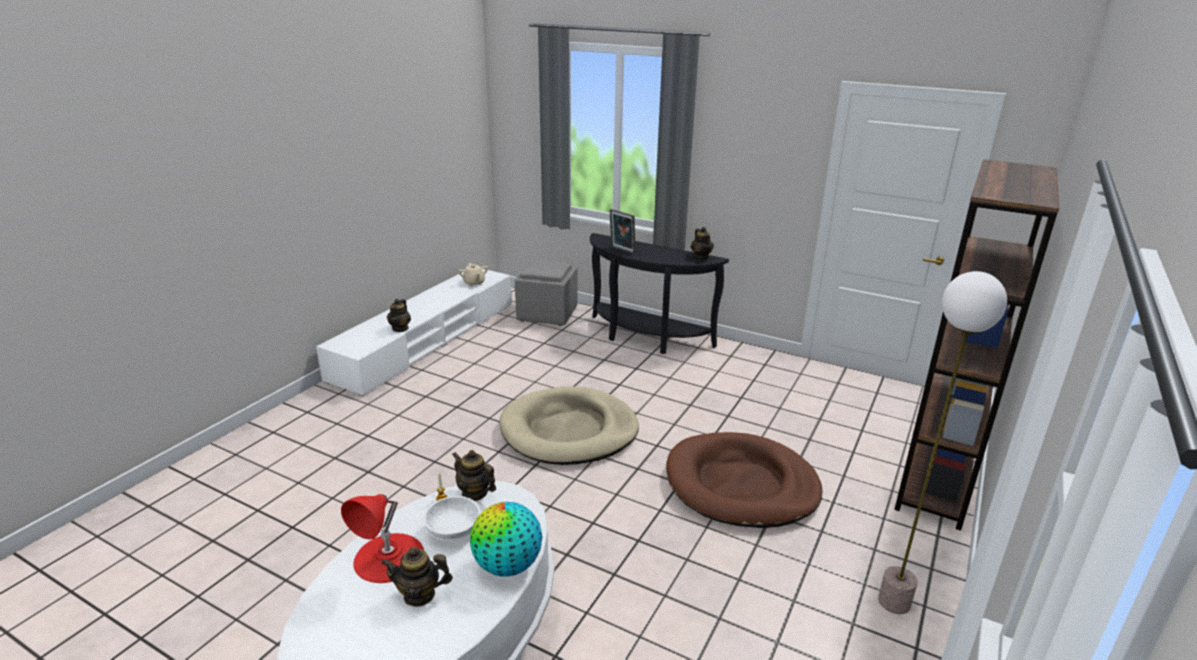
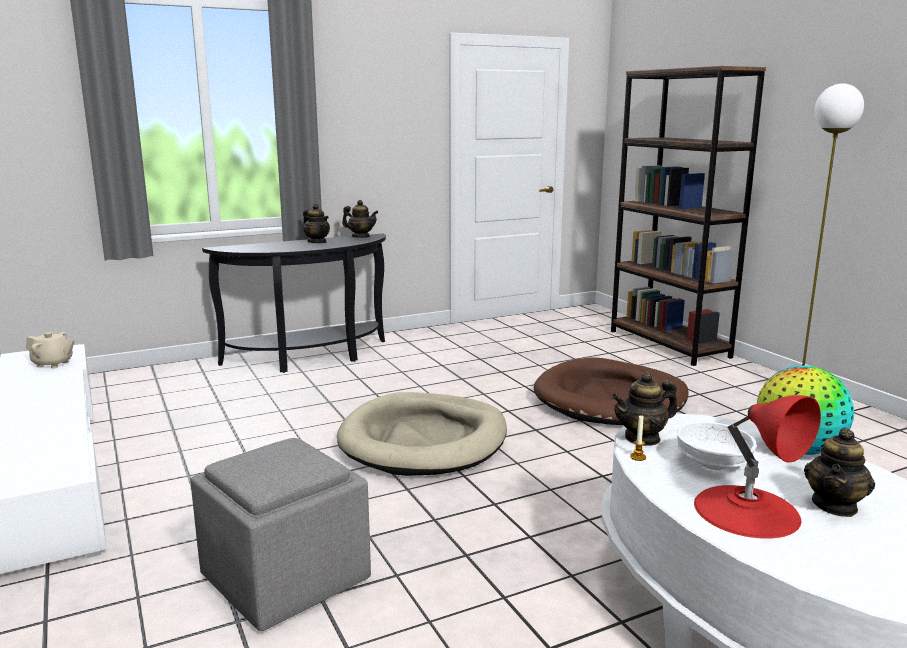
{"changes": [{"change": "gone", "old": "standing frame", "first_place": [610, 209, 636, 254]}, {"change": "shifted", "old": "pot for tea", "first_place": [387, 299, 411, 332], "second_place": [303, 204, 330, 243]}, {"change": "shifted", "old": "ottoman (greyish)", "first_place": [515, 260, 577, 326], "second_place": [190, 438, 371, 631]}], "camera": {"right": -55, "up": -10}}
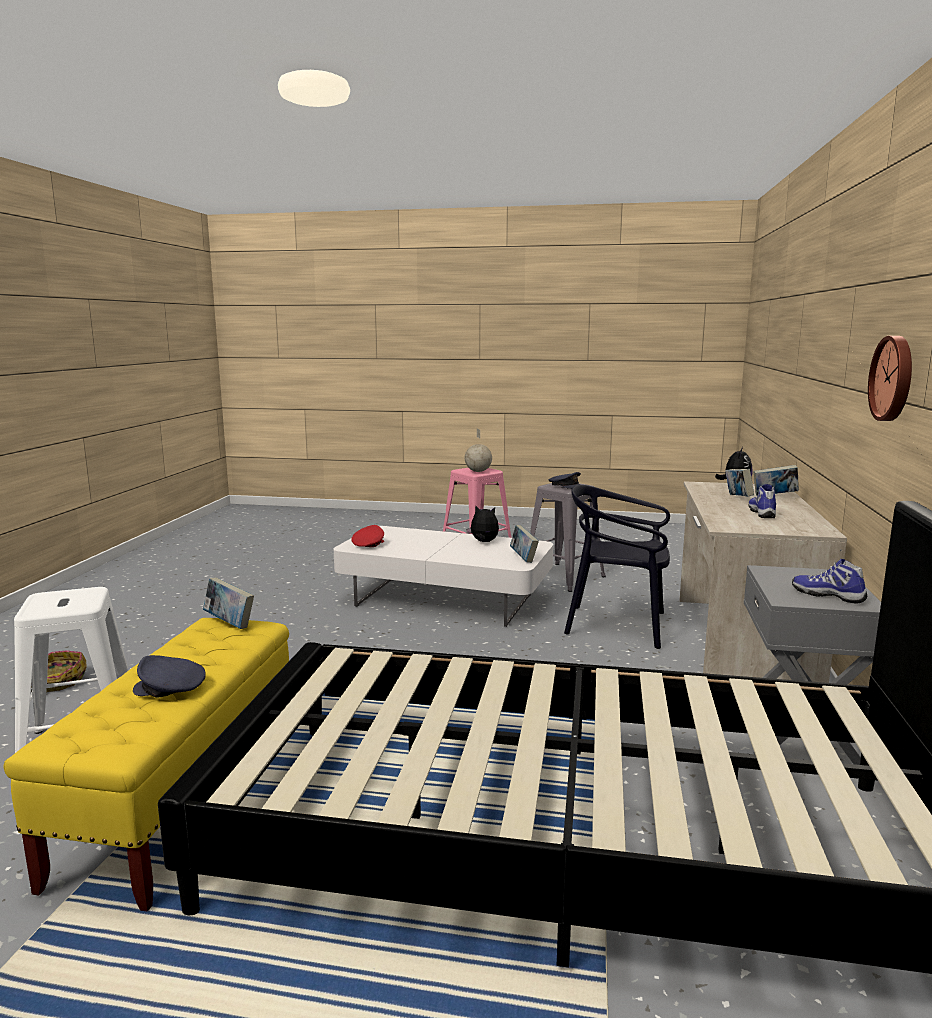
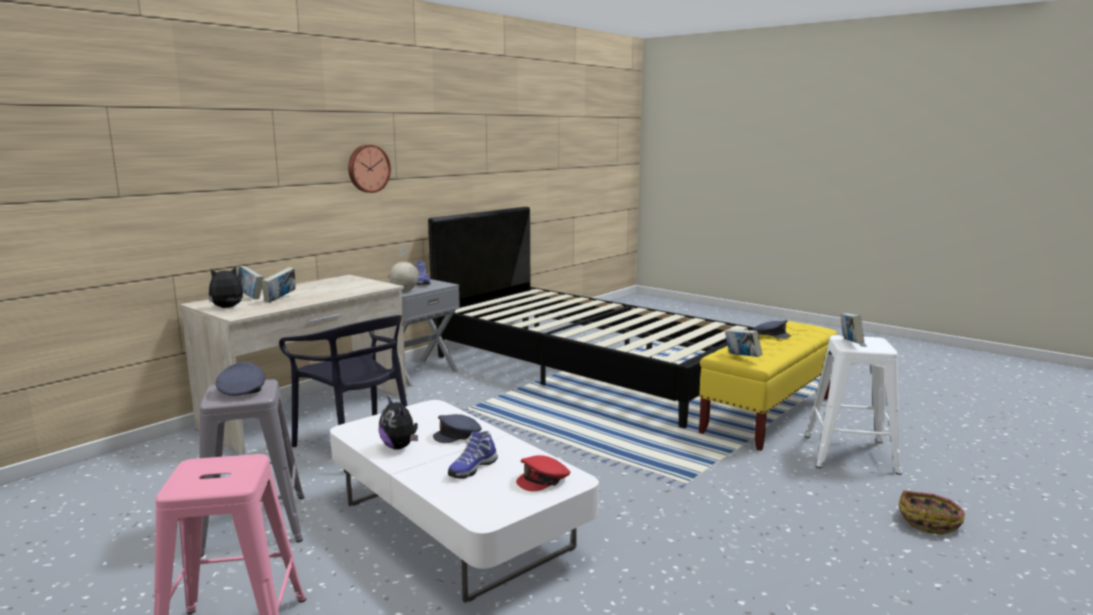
{"changes": [{"change": "new", "new": "peaked cap (greyish)", "second_place": [433, 414, 482, 443]}, {"change": "shifted", "old": "globe", "first_place": [465, 428, 492, 472], "second_place": [389, 245, 419, 291]}, {"change": "shifted", "old": "volume", "first_place": [510, 525, 539, 563], "second_place": [840, 313, 864, 343]}, {"change": "shifted", "old": "shoe", "first_place": [749, 484, 776, 518], "second_place": [448, 431, 498, 479]}], "camera": {"right": -150, "up": 0}}
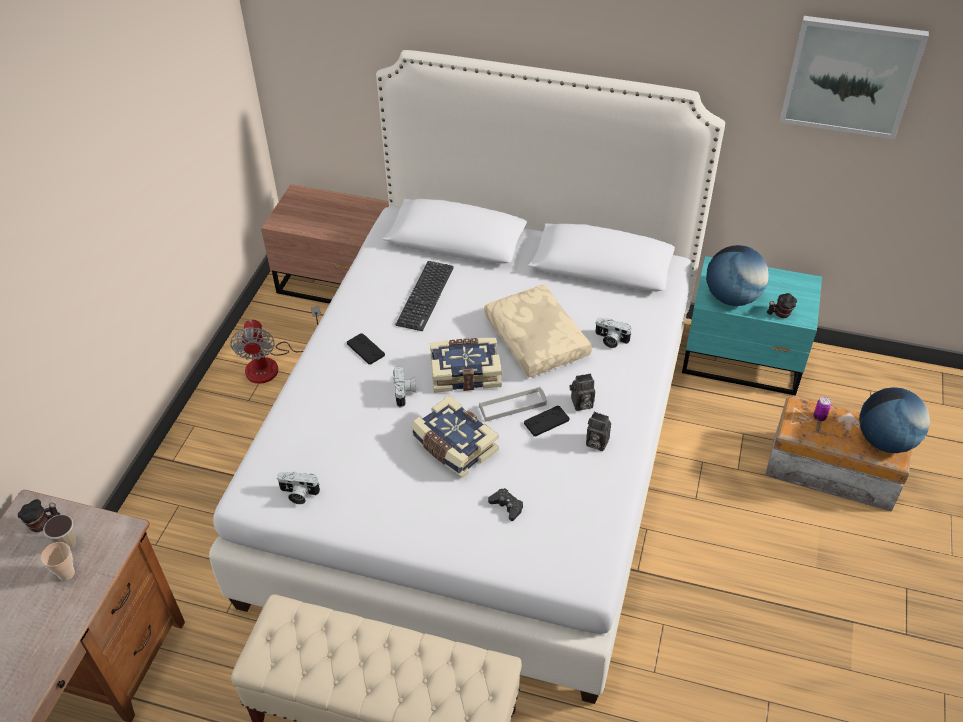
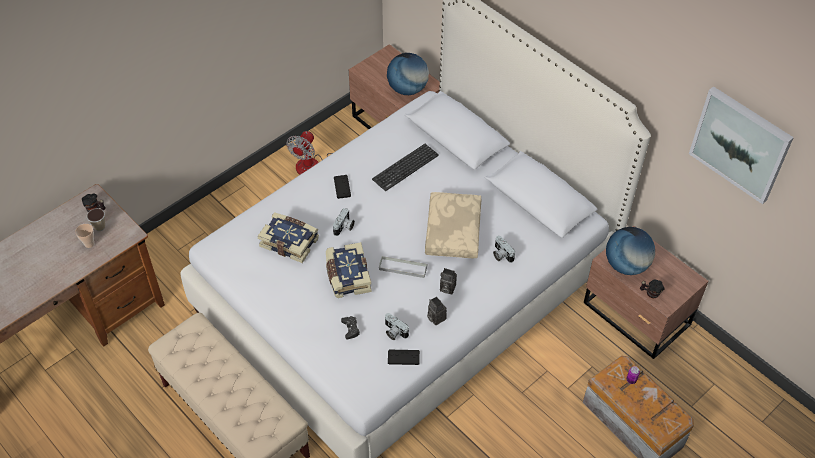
{"changes": [{"change": "shifted", "old": "still camera", "first_place": [277, 472, 320, 504], "second_place": [385, 313, 409, 340]}, {"change": "shifted", "old": "volume", "first_place": [430, 338, 502, 393], "second_place": [258, 212, 319, 263]}, {"change": "shifted", "old": "joypad (black-coloured)", "first_place": [524, 405, 569, 437], "second_place": [388, 350, 420, 365]}, {"change": "shifted", "old": "globe", "first_place": [859, 387, 930, 453], "second_place": [387, 53, 429, 95]}, {"change": "repainted", "old": "night table (turquoise-coloured)", "new": "night table (brown)", "first_place": [682, 256, 822, 396], "second_place": [584, 226, 709, 359]}], "camera": {"right": 30, "up": 5}}
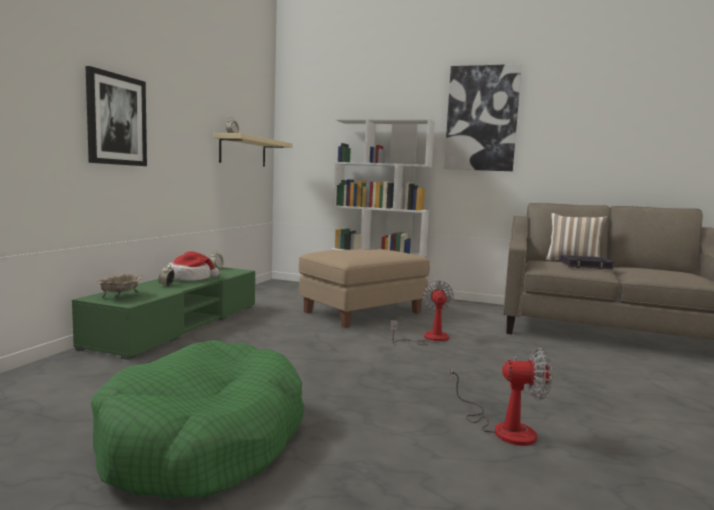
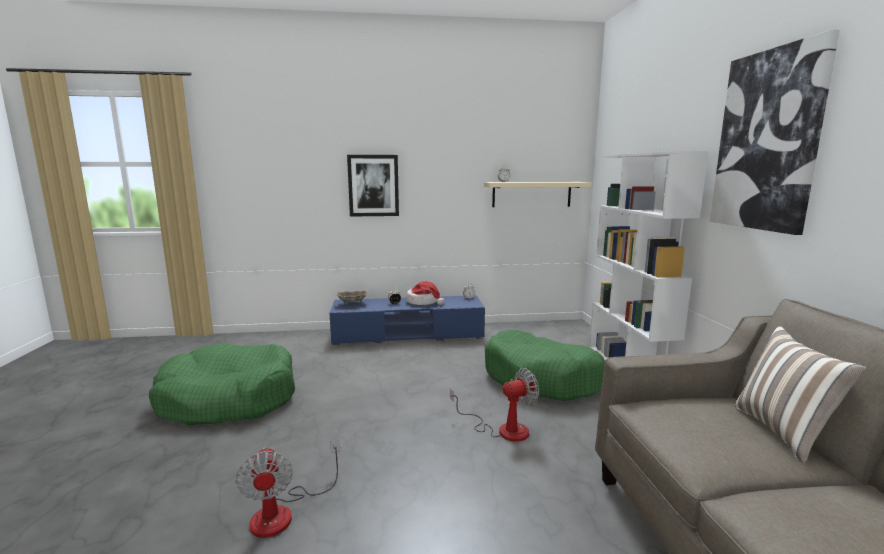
{"changes": [{"change": "gone", "old": "volume", "first_place": [560, 255, 614, 269]}, {"change": "swapped", "old": "ottoman (beige-coloured)", "new": "dog cushion (green)", "first_place": [298, 249, 430, 328], "second_place": [485, 330, 605, 401]}, {"change": "repainted", "old": "tv unit (green)", "new": "tv unit (bluish)", "first_place": [72, 267, 255, 360], "second_place": [329, 295, 485, 345]}], "camera": {"right": 65, "up": 5}}
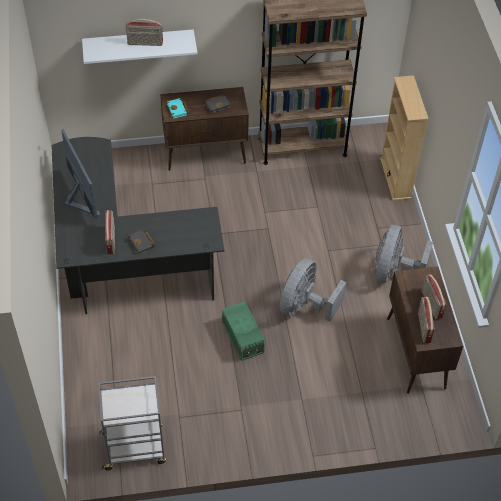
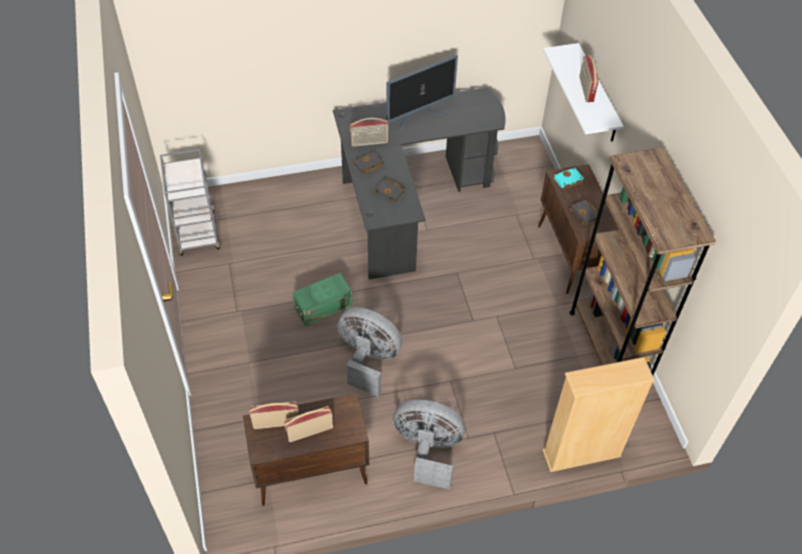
{"changes": [{"change": "new", "new": "volume (black-coloured)", "second_place": [374, 178, 405, 202]}], "camera": {"right": 85, "up": 0}}
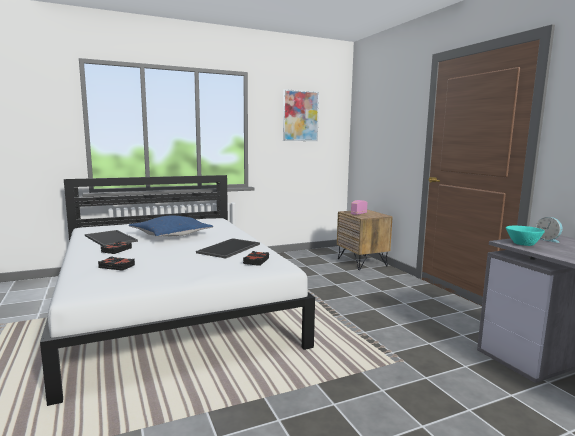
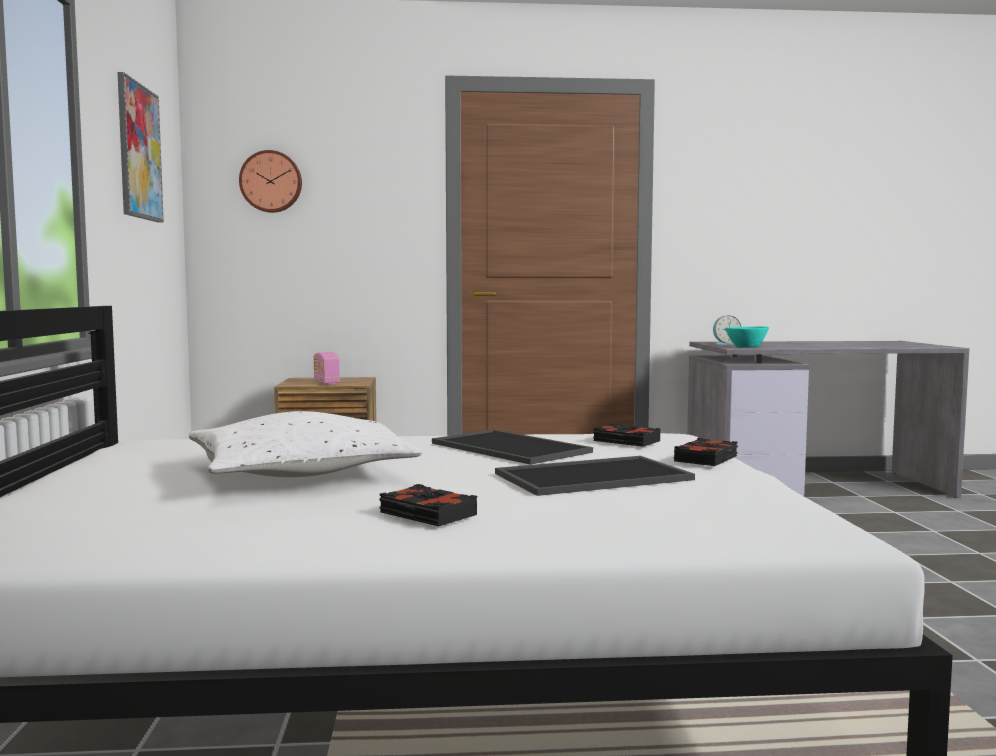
{"changes": [{"change": "new", "new": "clock on the wall", "second_place": [239, 150, 302, 213]}, {"change": "shifted", "old": "serving tray", "first_place": [85, 230, 138, 246], "second_place": [495, 456, 695, 496]}, {"change": "shifted", "old": "volume (black-coloured)", "first_place": [98, 256, 135, 271], "second_place": [674, 438, 738, 466]}, {"change": "repainted", "old": "throw pillow (bluish)", "new": "throw pillow (whitish)", "first_place": [129, 216, 213, 237], "second_place": [189, 411, 422, 477]}], "camera": {"right": -70, "up": -5}}
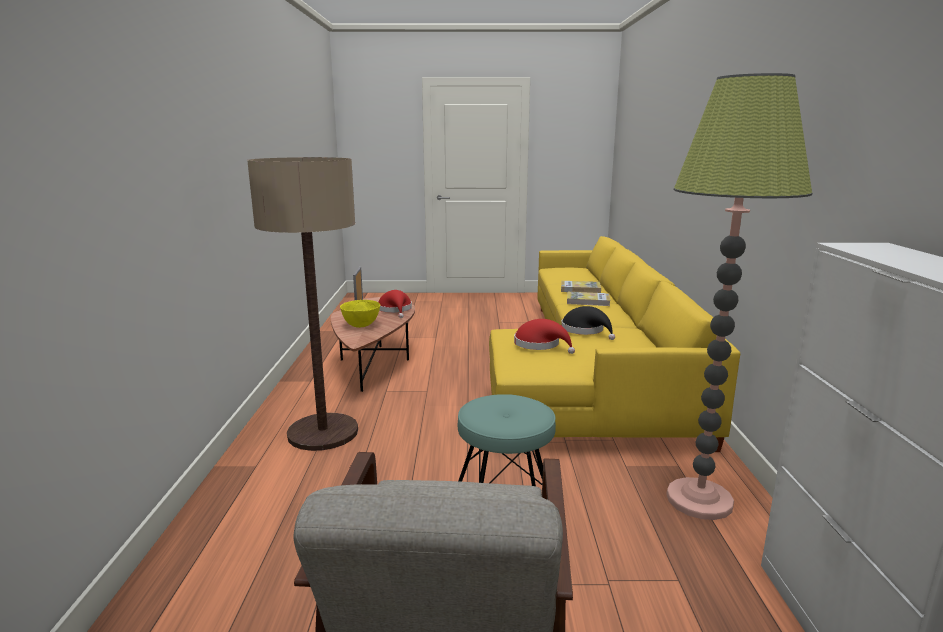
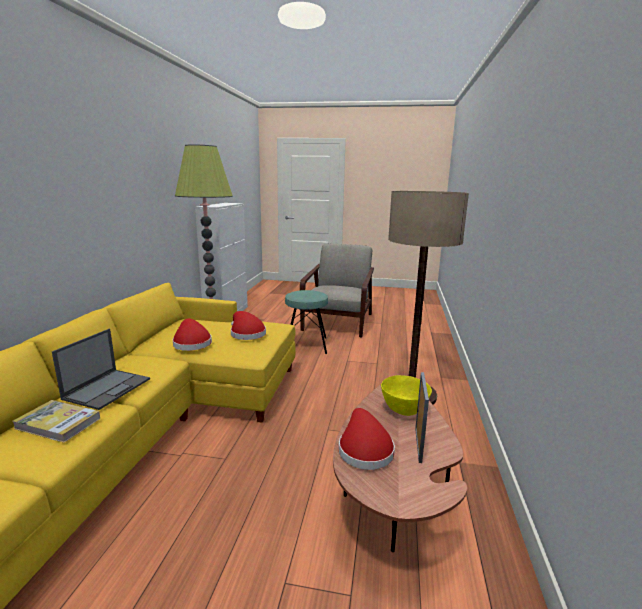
{"changes": [{"change": "swapped", "old": "volume", "new": "laptop", "first_place": [567, 292, 610, 306], "second_place": [52, 329, 150, 410]}, {"change": "repainted", "old": "wearable hat (black-coloured)", "new": "wearable hat (red)", "first_place": [561, 306, 615, 340], "second_place": [173, 319, 212, 351]}], "camera": {"right": -170, "up": 0}}
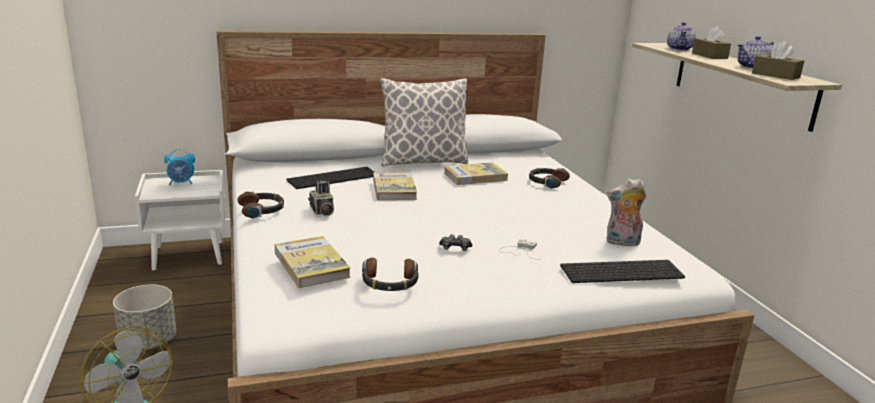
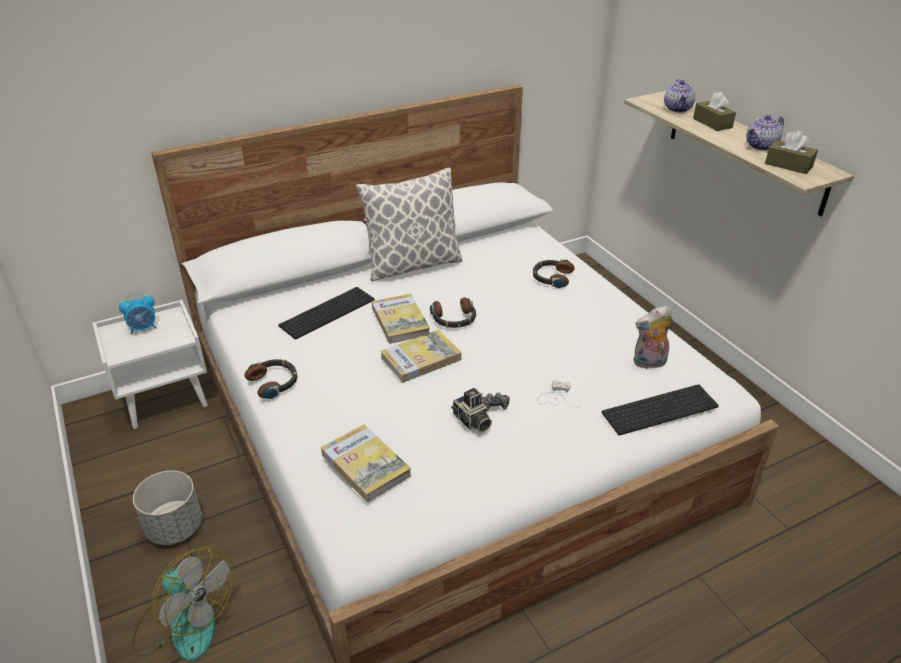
{"changes": [{"change": "shifted", "old": "still camera", "first_place": [308, 180, 334, 216], "second_place": [451, 388, 492, 432]}, {"change": "shifted", "old": "pair of headphones", "first_place": [362, 258, 419, 291], "second_place": [430, 298, 476, 328]}, {"change": "shifted", "old": "volume", "first_place": [444, 163, 508, 185], "second_place": [380, 330, 462, 383]}], "camera": {"right": -10, "up": 15}}
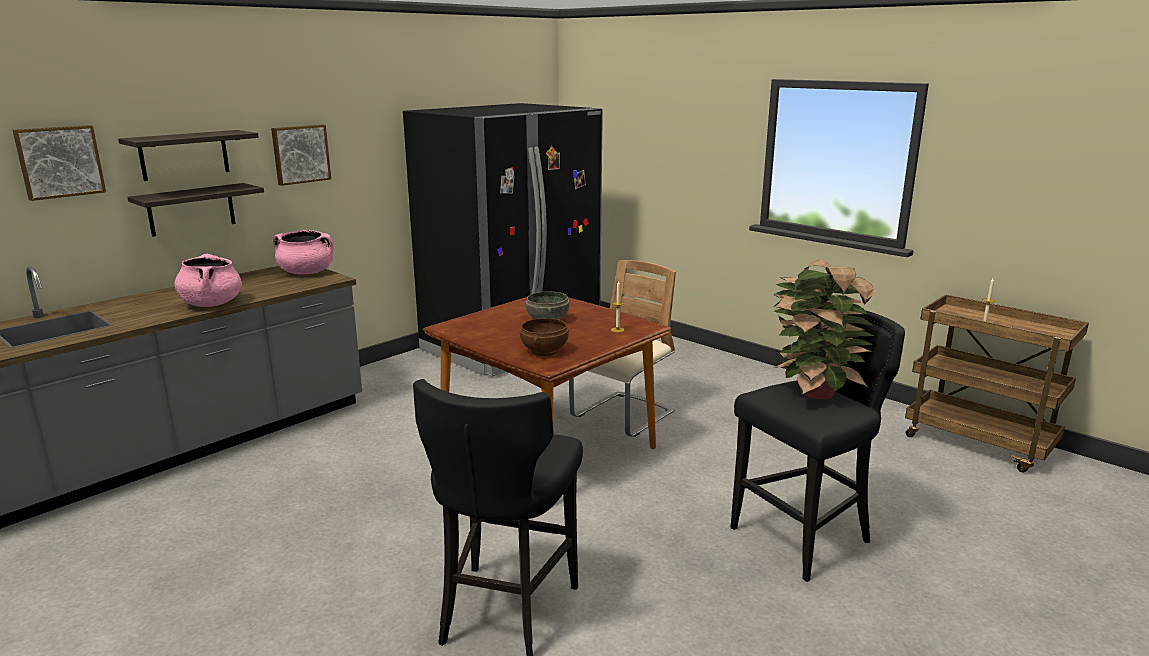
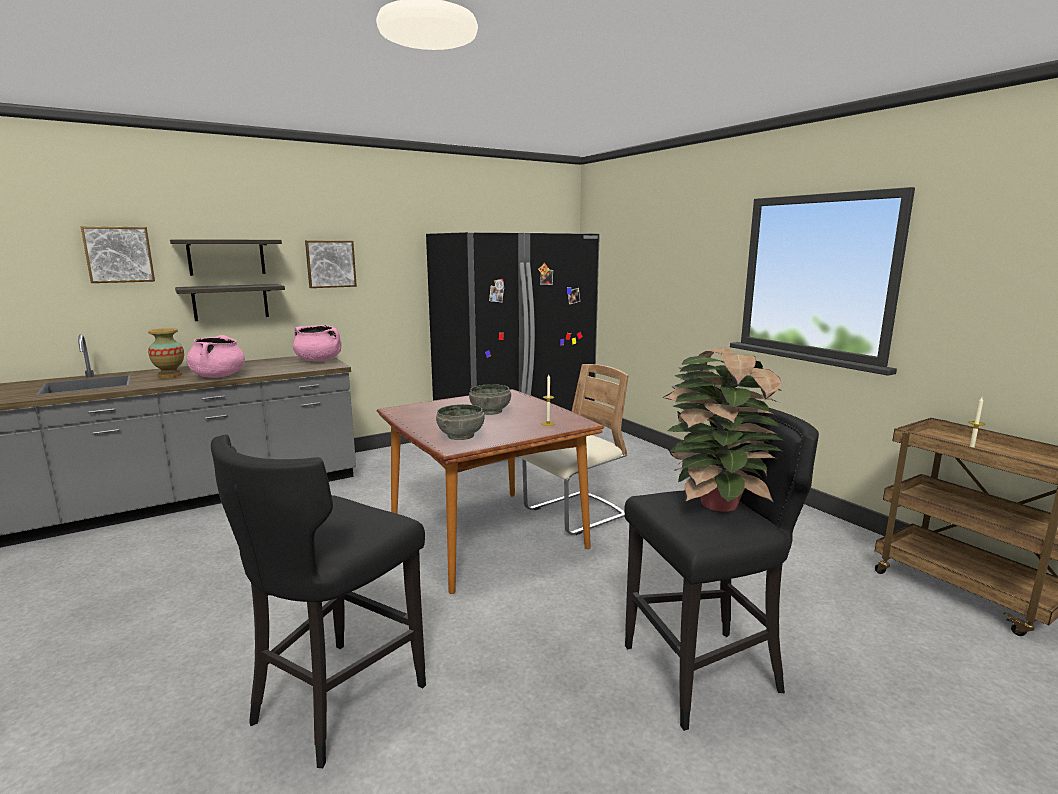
{"changes": [{"change": "new", "new": "decorative vase", "second_place": [148, 328, 184, 378]}, {"change": "repainted", "old": "deep dish (brown)", "new": "deep dish (greyish)", "first_place": [520, 318, 569, 356], "second_place": [436, 404, 485, 440]}], "camera": {"right": 15, "up": -5}}
